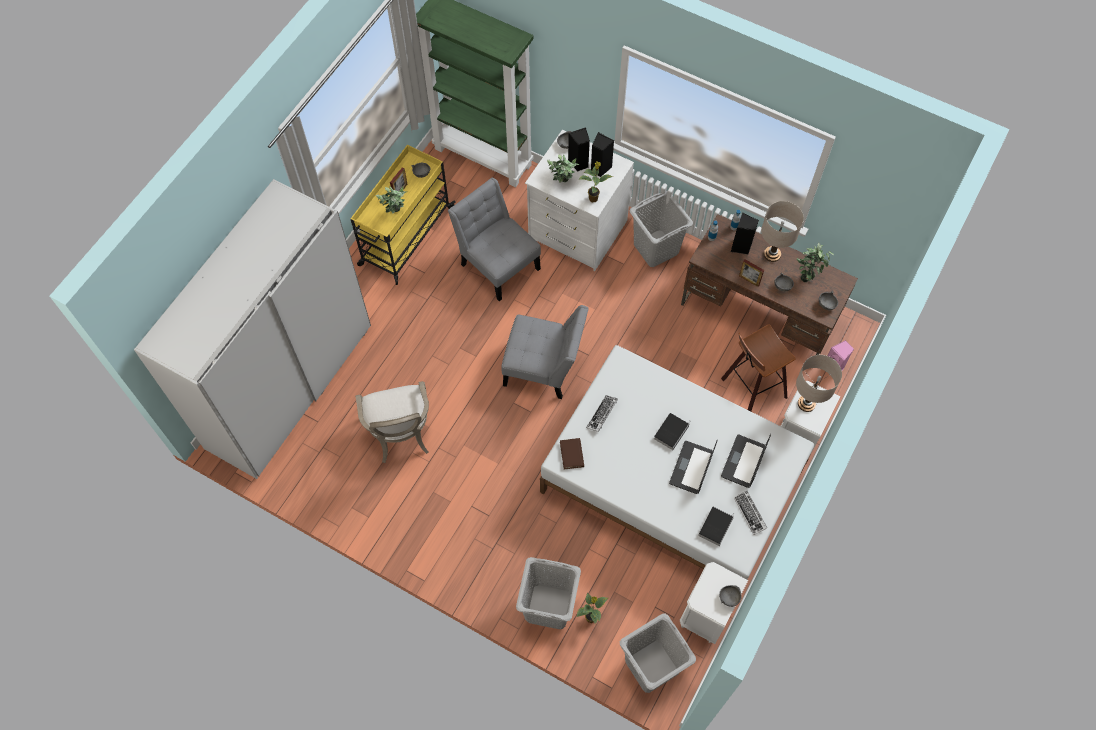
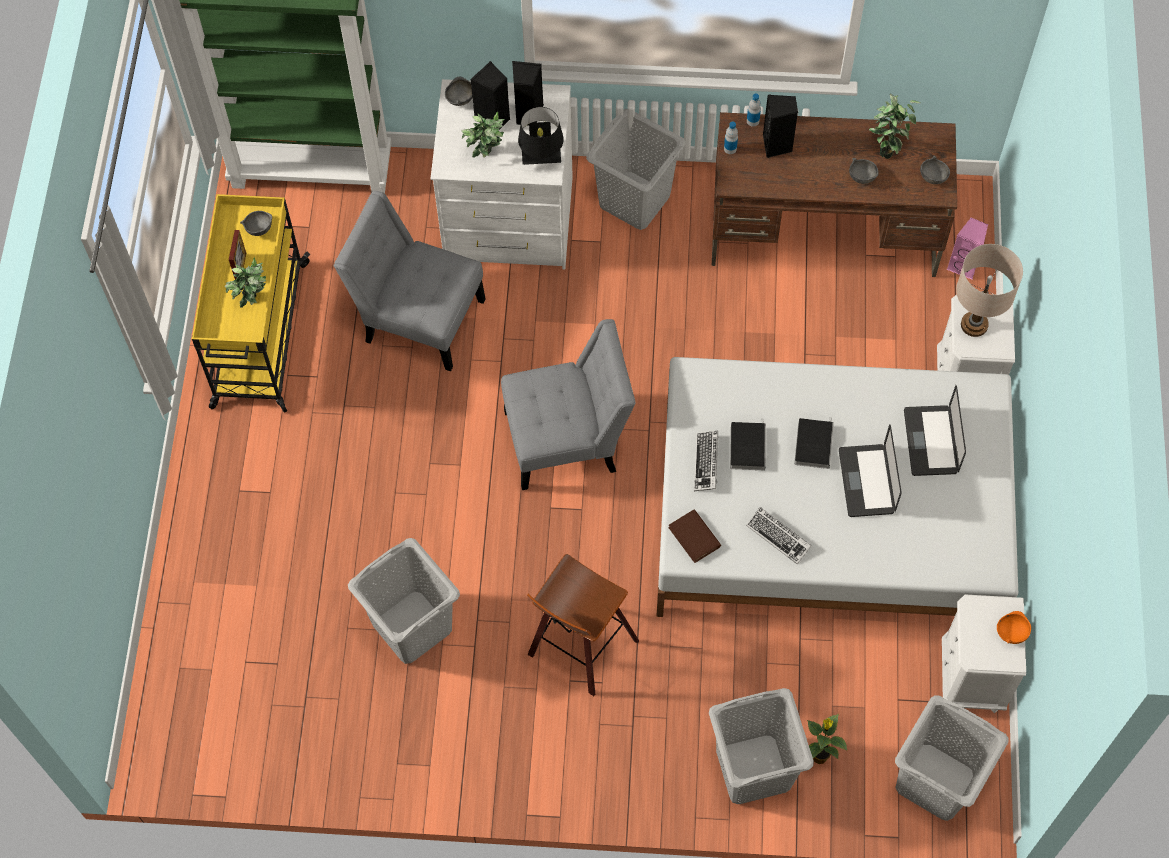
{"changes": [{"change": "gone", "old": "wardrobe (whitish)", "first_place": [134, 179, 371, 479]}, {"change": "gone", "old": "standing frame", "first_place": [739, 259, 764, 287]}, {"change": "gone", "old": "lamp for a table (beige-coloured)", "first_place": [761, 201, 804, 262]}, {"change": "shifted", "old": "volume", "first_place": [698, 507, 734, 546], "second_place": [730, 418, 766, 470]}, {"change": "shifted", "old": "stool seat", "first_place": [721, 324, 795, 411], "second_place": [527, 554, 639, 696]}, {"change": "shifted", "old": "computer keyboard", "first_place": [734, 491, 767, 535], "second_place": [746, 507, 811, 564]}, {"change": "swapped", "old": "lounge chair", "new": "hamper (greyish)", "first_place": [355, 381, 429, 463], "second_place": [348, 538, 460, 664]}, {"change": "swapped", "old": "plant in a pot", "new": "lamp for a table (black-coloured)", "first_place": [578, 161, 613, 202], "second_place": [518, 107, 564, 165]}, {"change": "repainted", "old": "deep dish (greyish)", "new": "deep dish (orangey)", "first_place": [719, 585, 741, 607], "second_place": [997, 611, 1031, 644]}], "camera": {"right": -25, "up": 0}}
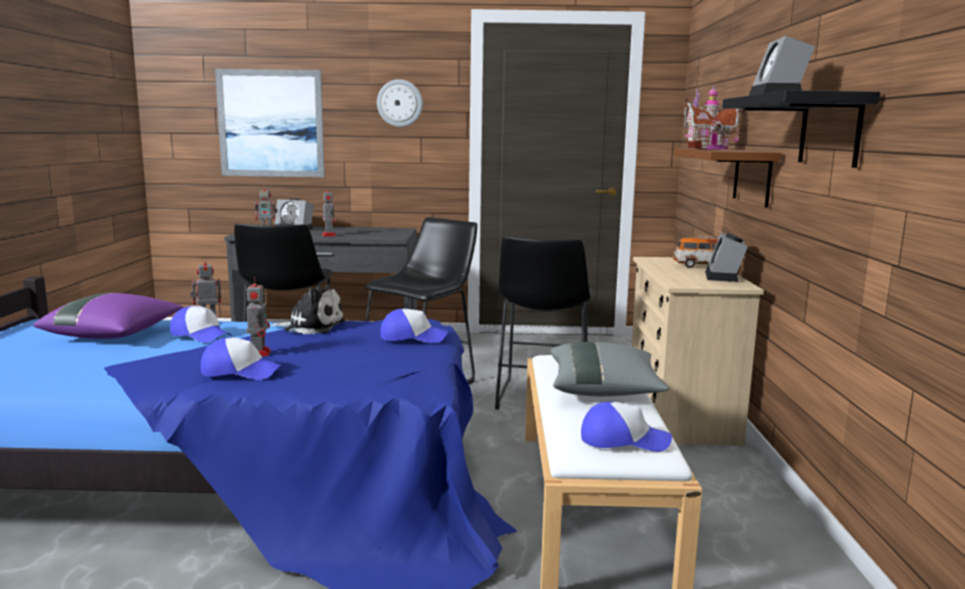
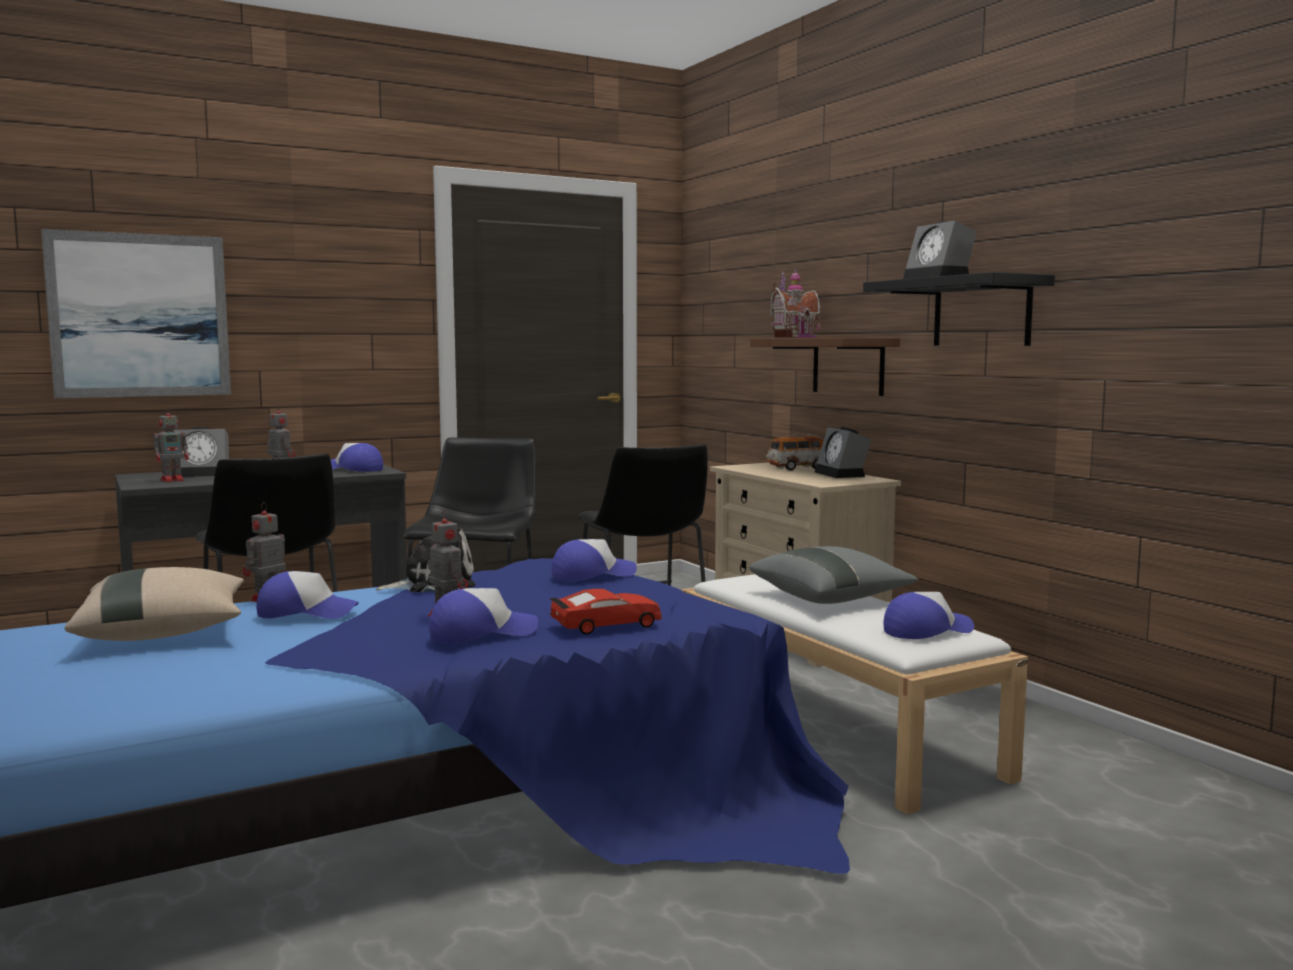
{"changes": [{"change": "gone", "old": "clock on the wall", "first_place": [377, 79, 423, 127]}, {"change": "new", "new": "peaked cap", "second_place": [331, 443, 383, 472]}, {"change": "new", "new": "toy car (red)", "second_place": [549, 589, 662, 635]}, {"change": "repainted", "old": "throw pillow (purplish)", "new": "throw pillow (beige-coloured)", "first_place": [33, 293, 183, 339], "second_place": [65, 567, 244, 641]}], "camera": {"right": -30, "up": -5}}
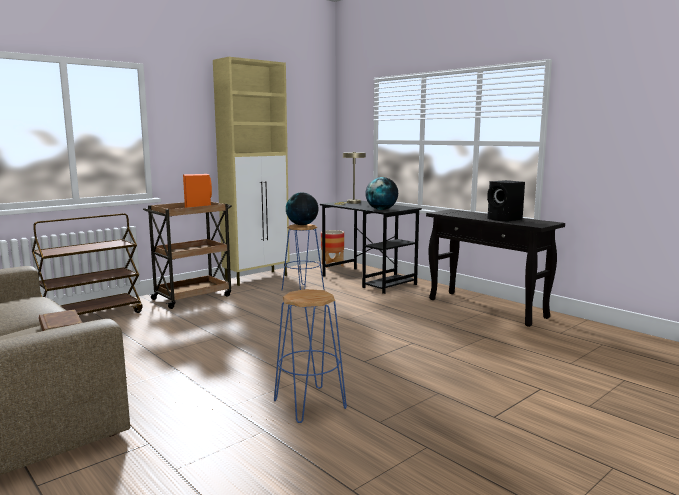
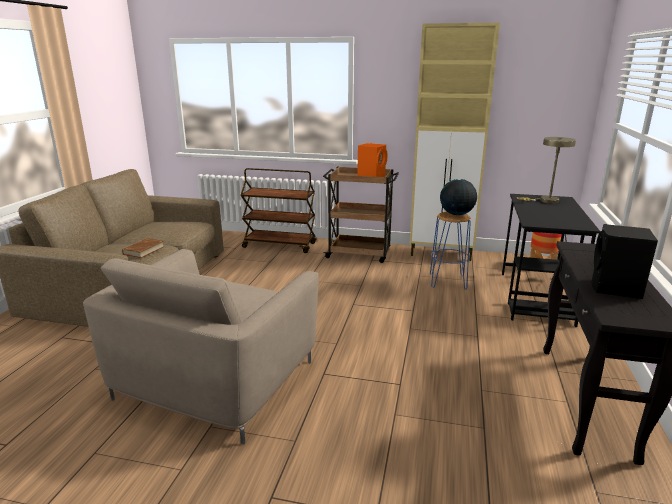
{"changes": [{"change": "gone", "old": "globe", "first_place": [365, 177, 398, 210]}, {"change": "swapped", "old": "stool seat (bluish)", "new": "lounge chair (beige-coloured)", "first_place": [274, 289, 347, 423], "second_place": [83, 249, 319, 444]}], "camera": {"right": 55, "up": 10}}
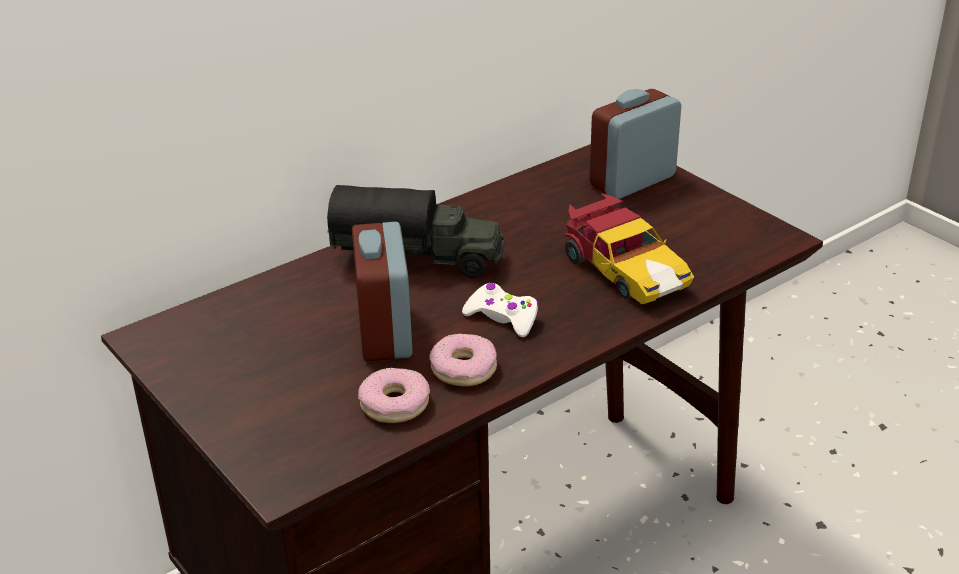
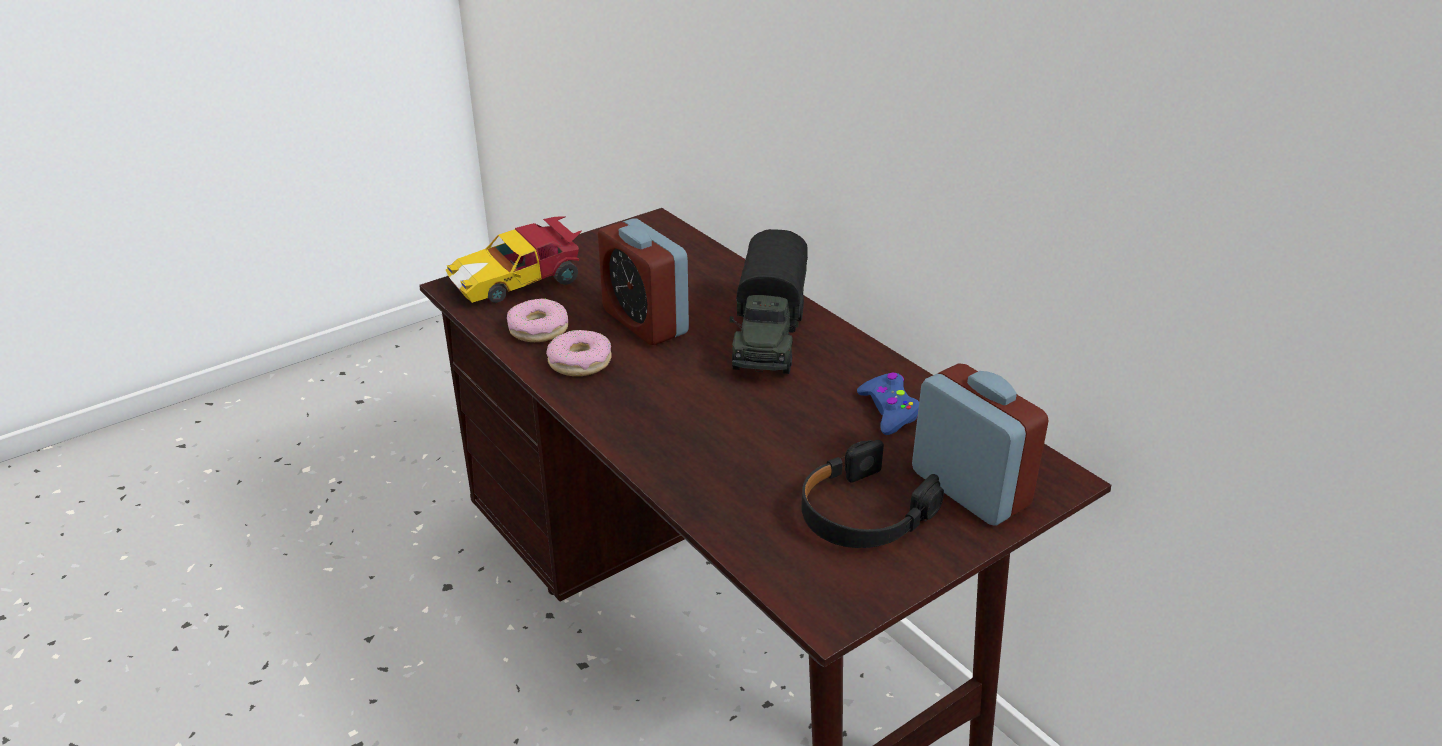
{"changes": [{"change": "gone", "old": "joypad (whitish)", "first_place": [462, 283, 539, 337]}, {"change": "new", "new": "pair of headphones (black-coloured)", "second_place": [801, 440, 944, 548]}, {"change": "new", "new": "joypad (bluish)", "second_place": [857, 372, 919, 435]}, {"change": "shifted", "old": "toy car", "first_place": [565, 193, 694, 304], "second_place": [446, 216, 582, 303]}, {"change": "rotated", "old": "alarm clock", "first_place": [352, 222, 413, 361], "second_place": [598, 218, 689, 345], "degrees": -120}], "camera": {"right": 90, "up": 0}}
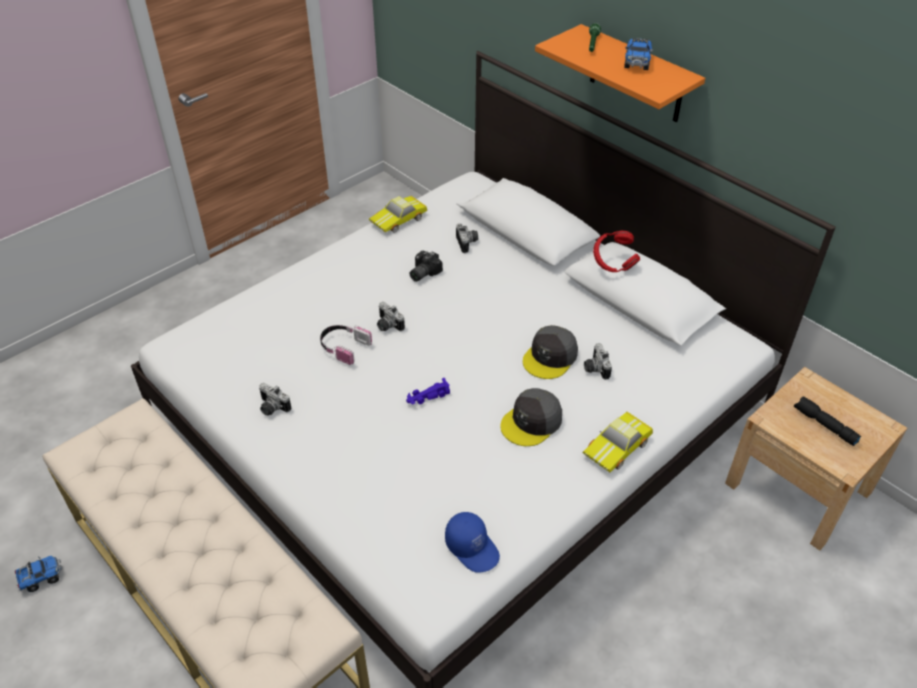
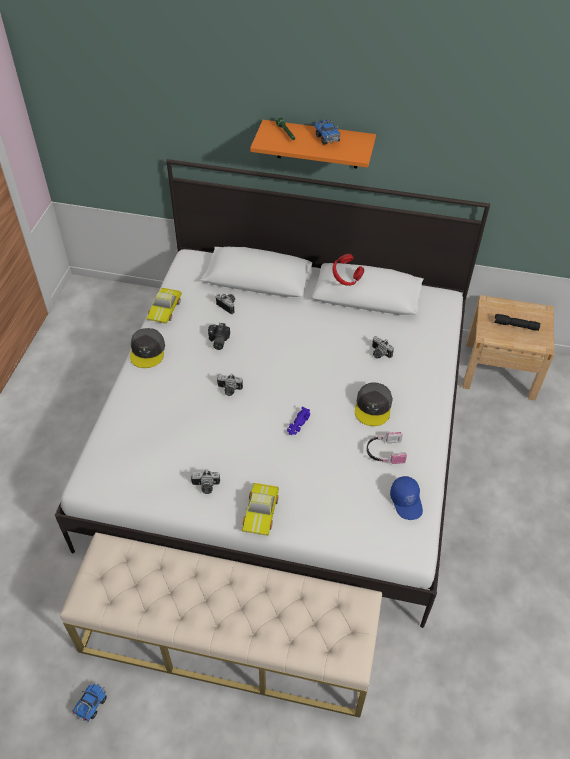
{"changes": [{"change": "shifted", "old": "pair of headphones", "first_place": [320, 325, 372, 365], "second_place": [367, 432, 407, 464]}, {"change": "shifted", "old": "peaked cap (greyish)", "first_place": [523, 325, 578, 379], "second_place": [130, 328, 165, 368]}, {"change": "shifted", "old": "toy car", "first_place": [582, 412, 653, 472], "second_place": [242, 483, 279, 536]}, {"change": "rotated", "old": "peaked cap (bluish)", "first_place": [445, 512, 500, 573], "second_place": [390, 476, 423, 520], "degrees": 60}], "camera": {"right": -35, "up": 5}}
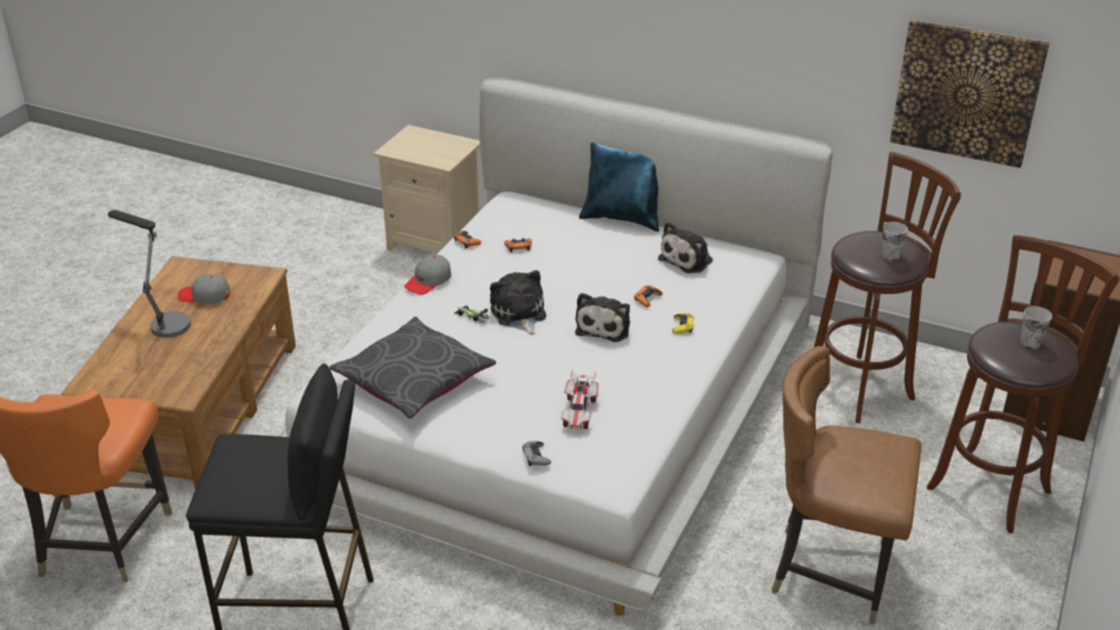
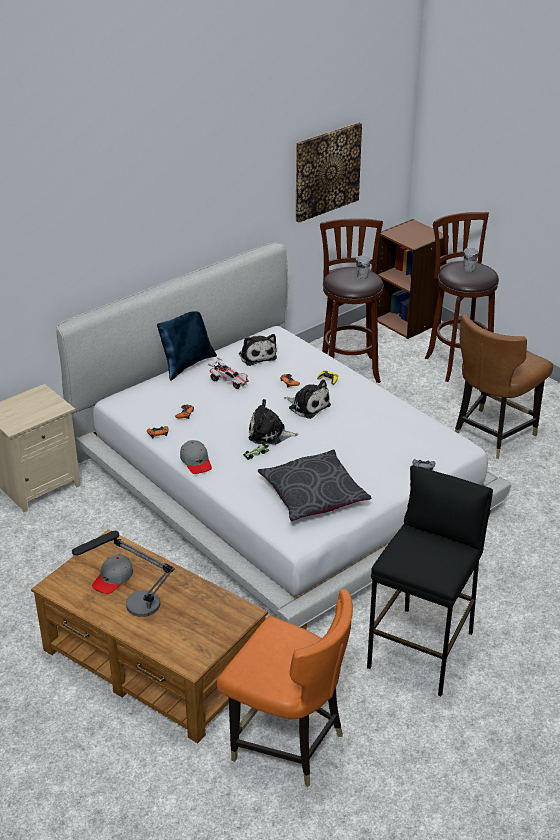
{"changes": [{"change": "shifted", "old": "toy car", "first_place": [561, 369, 598, 429], "second_place": [208, 357, 249, 389]}], "camera": {"right": -65, "up": 0}}
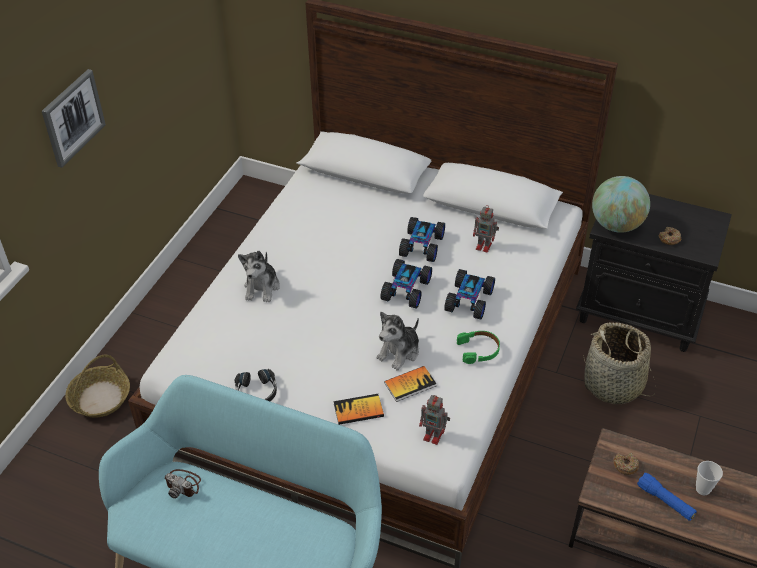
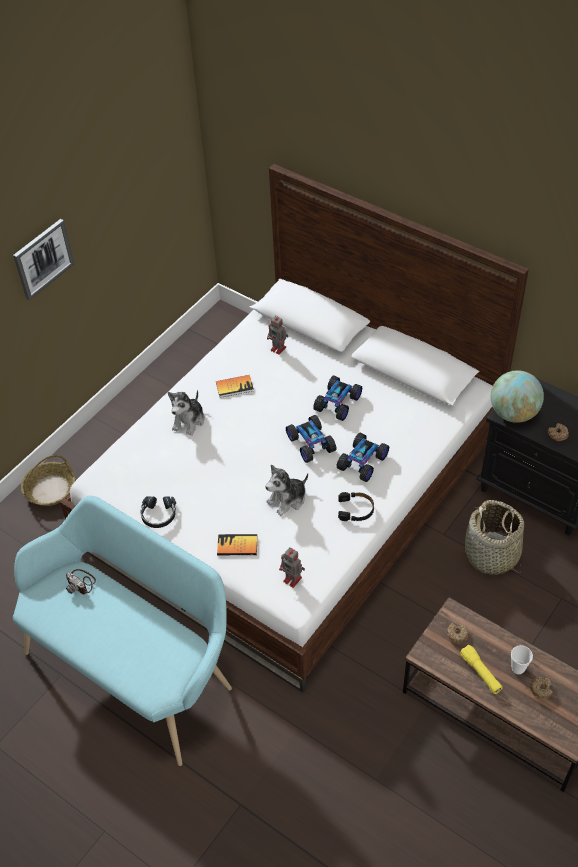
{"changes": [{"change": "new", "new": "donut", "second_place": [530, 677, 552, 699]}, {"change": "shifted", "old": "volume", "first_place": [384, 366, 437, 402], "second_place": [216, 375, 254, 398]}, {"change": "shifted", "old": "robot figure", "first_place": [473, 205, 499, 253], "second_place": [267, 315, 288, 355]}, {"change": "repainted", "old": "pair of headphones (green)", "new": "pair of headphones (black-coloured)", "first_place": [457, 331, 500, 364], "second_place": [338, 492, 374, 521]}, {"change": "repainted", "old": "flashlight (bluish)", "new": "flashlight (yellowish)", "first_place": [637, 473, 697, 521], "second_place": [460, 645, 503, 694]}, {"change": "rotated", "old": "toy car", "first_place": [380, 259, 432, 309], "second_place": [286, 415, 337, 463], "degrees": -60}], "camera": {"right": 15, "up": 5}}
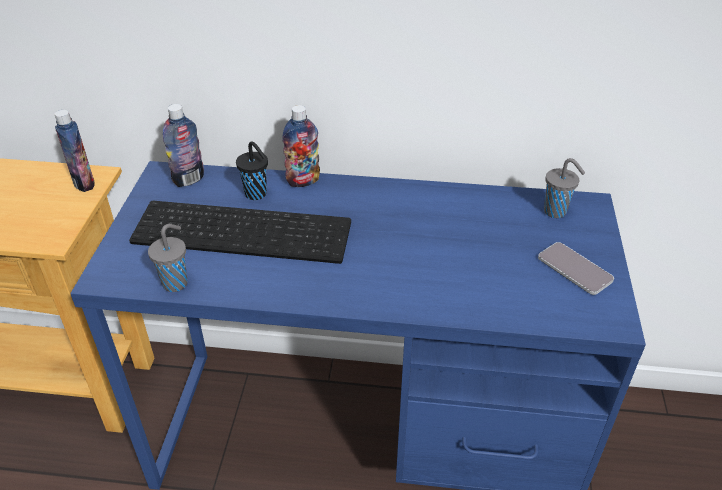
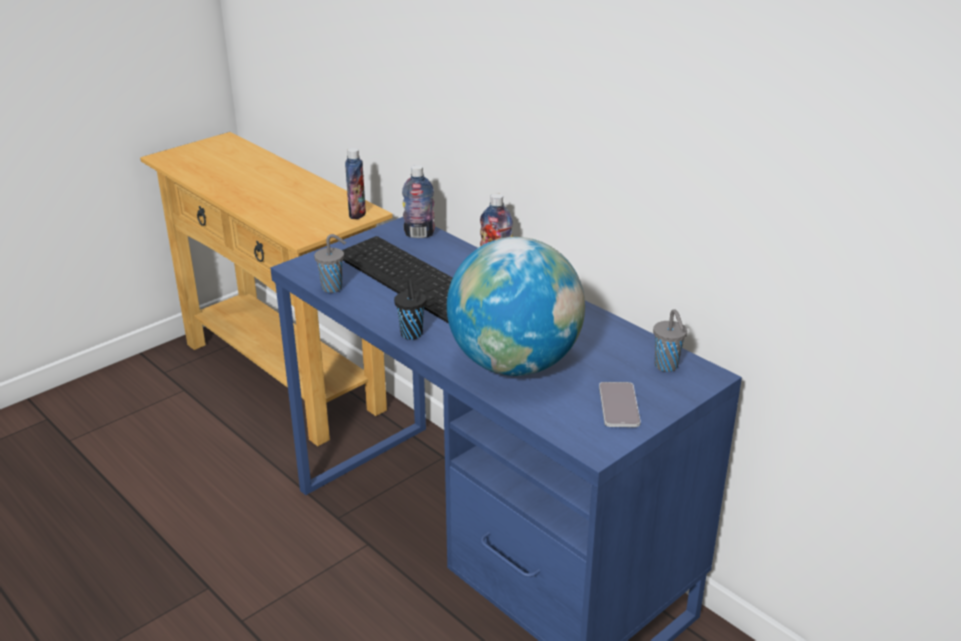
{"changes": [{"change": "new", "new": "globe", "second_place": [447, 237, 585, 376]}, {"change": "shifted", "old": "cup (black-coloured)", "first_place": [236, 142, 268, 200], "second_place": [394, 279, 426, 340]}], "camera": {"right": 40, "up": -10}}
